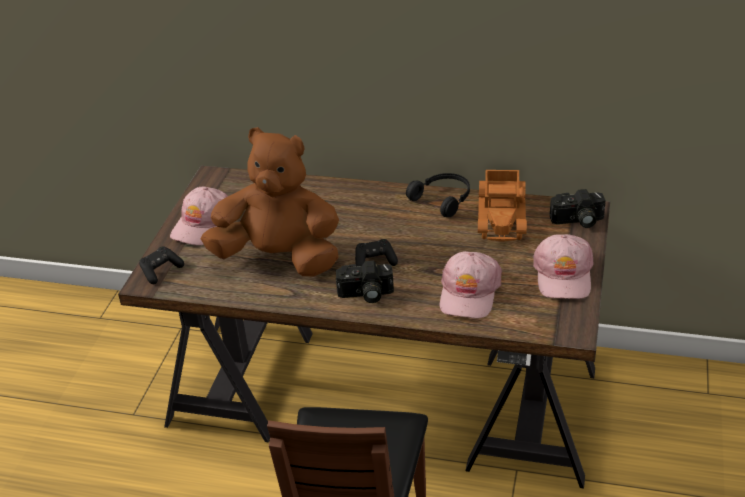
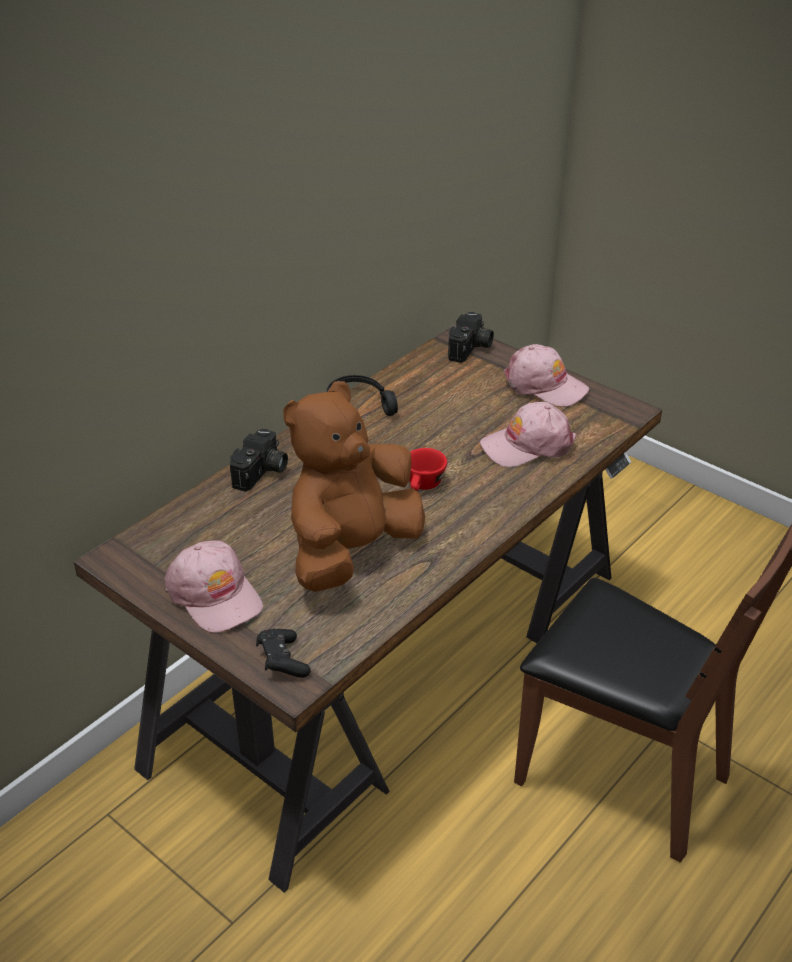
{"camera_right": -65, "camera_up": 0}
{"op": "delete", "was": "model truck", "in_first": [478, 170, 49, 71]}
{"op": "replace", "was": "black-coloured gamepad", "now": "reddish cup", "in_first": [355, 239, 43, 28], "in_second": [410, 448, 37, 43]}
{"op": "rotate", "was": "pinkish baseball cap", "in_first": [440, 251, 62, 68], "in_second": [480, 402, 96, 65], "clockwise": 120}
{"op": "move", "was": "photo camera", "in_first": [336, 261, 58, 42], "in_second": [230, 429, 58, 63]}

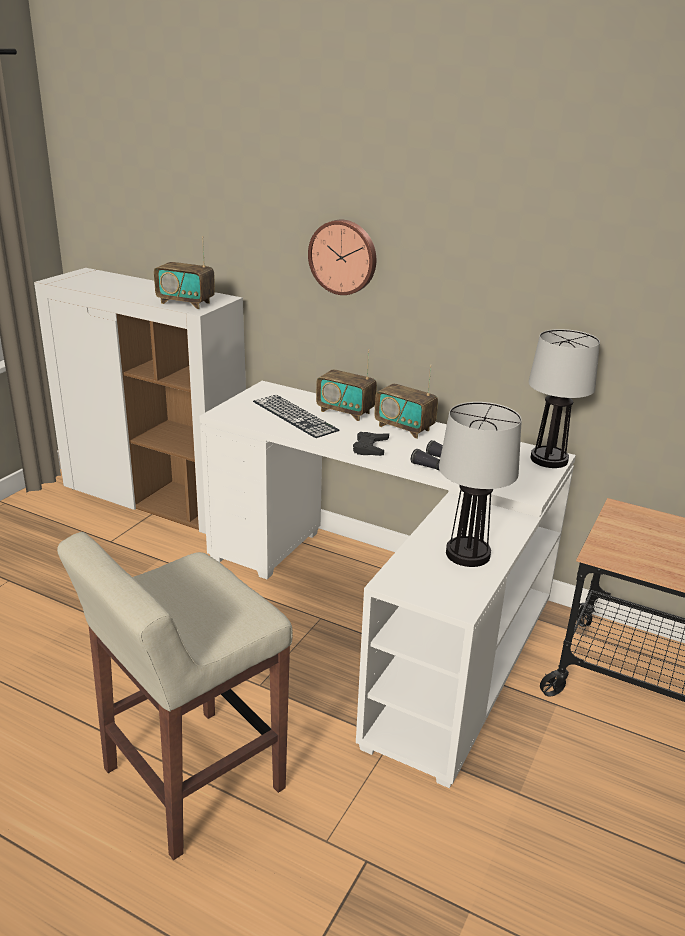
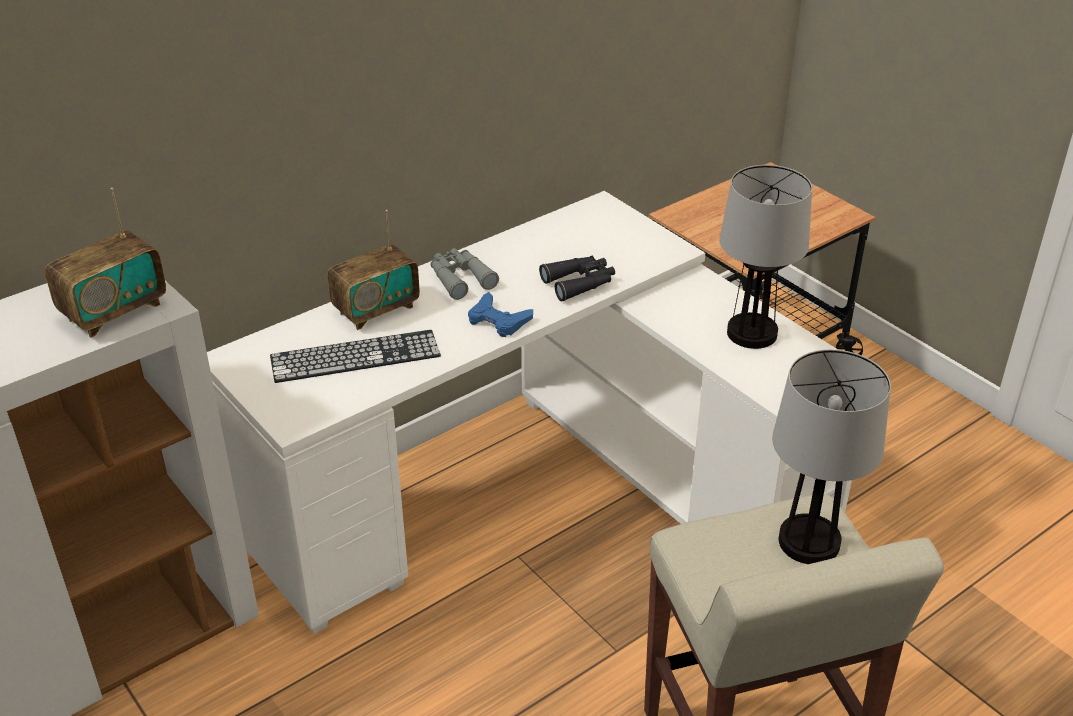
{"camera_right": -65, "camera_up": 10}
{"op": "delete", "was": "wall clock", "in_first": [308, 220, 68, 75]}
{"op": "move", "was": "lamp for a table", "in_first": [529, 329, 71, 139], "in_second": [772, 349, 119, 215]}
{"op": "replace", "was": "radio set", "now": "grey binoculars", "in_first": [374, 365, 64, 74], "in_second": [430, 248, 69, 52]}
{"op": "recolor", "was": "black-coloured gamepad", "now": "bluish gamepad", "in_first": [353, 432, 36, 24], "in_second": [468, 292, 65, 45]}

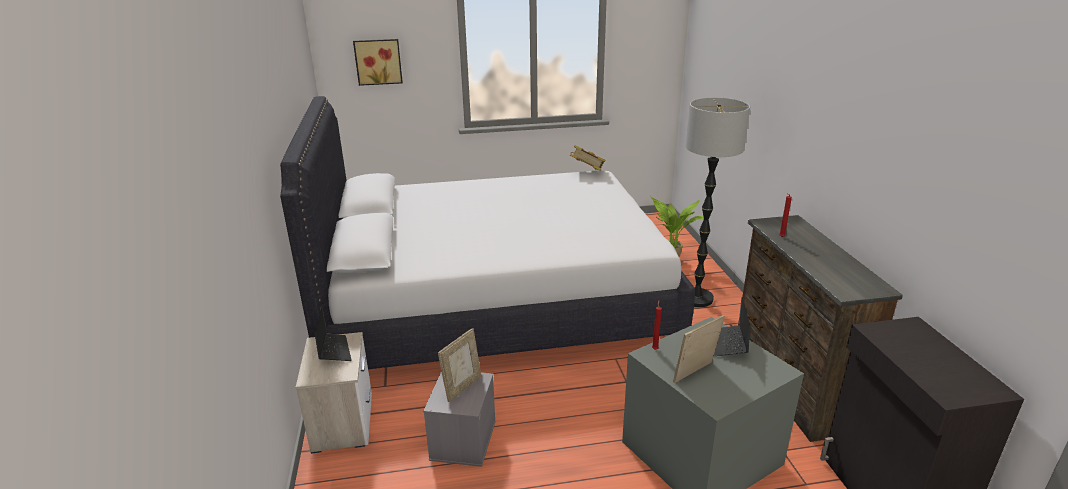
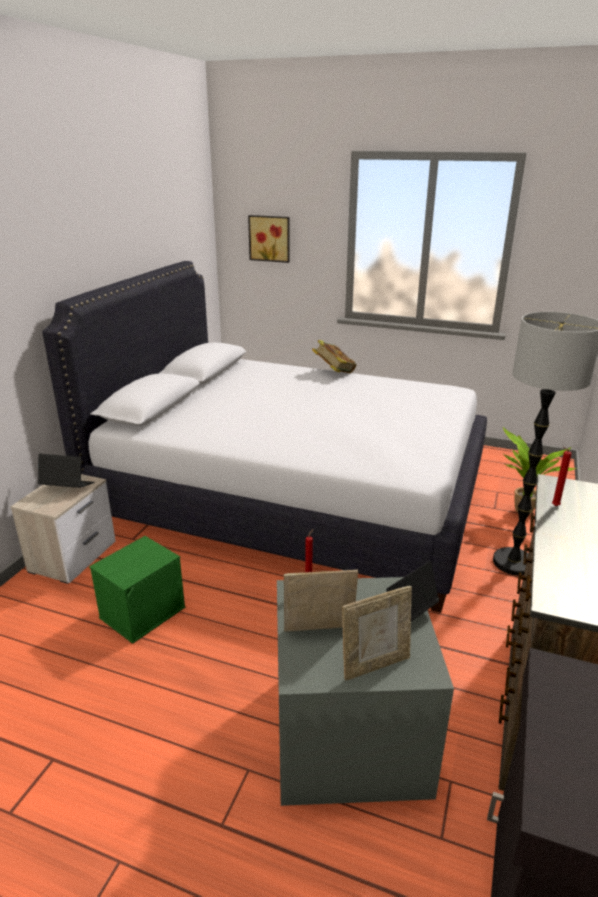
{"camera_right": 30, "camera_up": 0}
{"op": "move", "was": "book", "in_first": [570, 145, 36, 26], "in_second": [312, 340, 44, 33]}
{"op": "rotate", "was": "portable computer", "in_first": [315, 307, 37, 54], "in_second": [38, 454, 56, 34], "clockwise": -90}
{"op": "move", "was": "photo frame", "in_first": [438, 328, 43, 74], "in_second": [342, 586, 70, 95]}
{"op": "recolor", "was": "grey storage box", "now": "green storage box", "in_first": [423, 372, 73, 95], "in_second": [89, 536, 96, 108]}

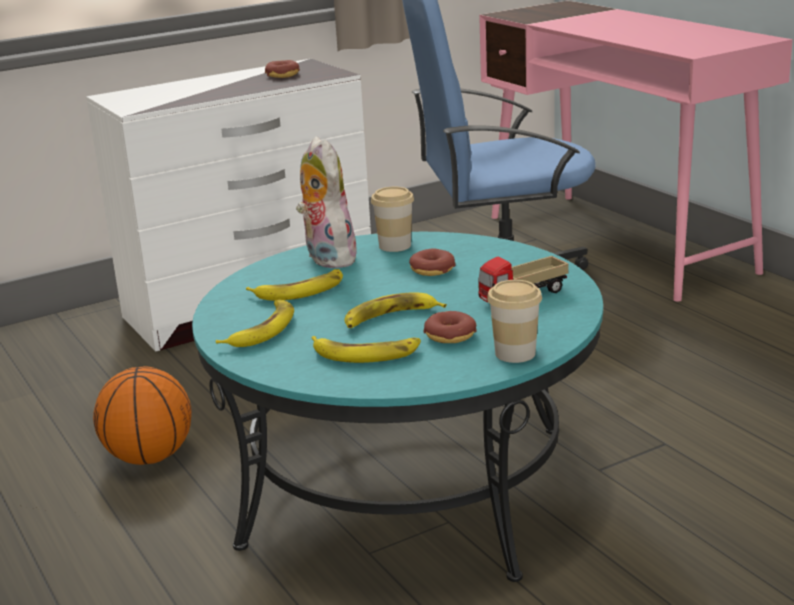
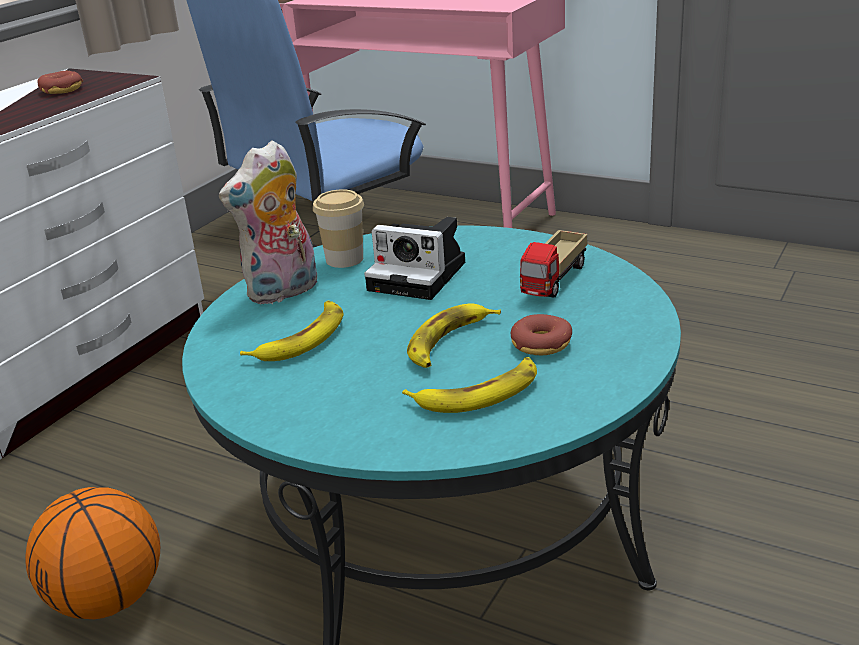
{"camera_right": -30, "camera_up": 5}
{"op": "rotate", "was": "plush toy", "in_first": [296, 136, 62, 132], "in_second": [219, 140, 98, 165], "clockwise": -75}
{"op": "replace", "was": "doughnut", "now": "photo camera", "in_first": [409, 248, 47, 28], "in_second": [364, 217, 101, 83]}
{"op": "delete", "was": "cup", "in_first": [487, 280, 55, 83]}
{"op": "delete", "was": "banana", "in_first": [216, 299, 78, 48]}

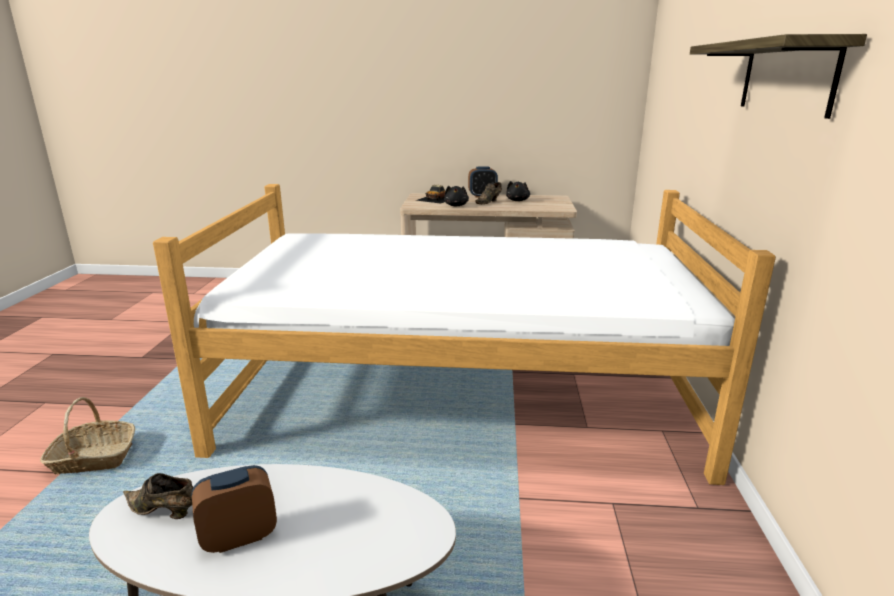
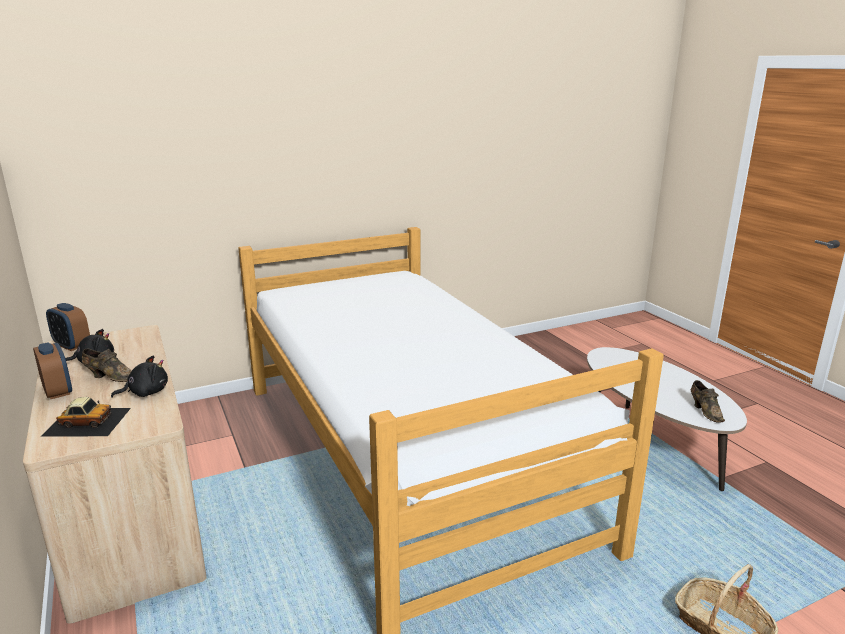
{"camera_right": -120, "camera_up": 0}
{"op": "delete", "was": "wall shelf", "in_first": [690, 34, 177, 85]}
{"op": "move", "was": "bedside clock", "in_first": [192, 465, 85, 88], "in_second": [46, 303, 44, 48]}

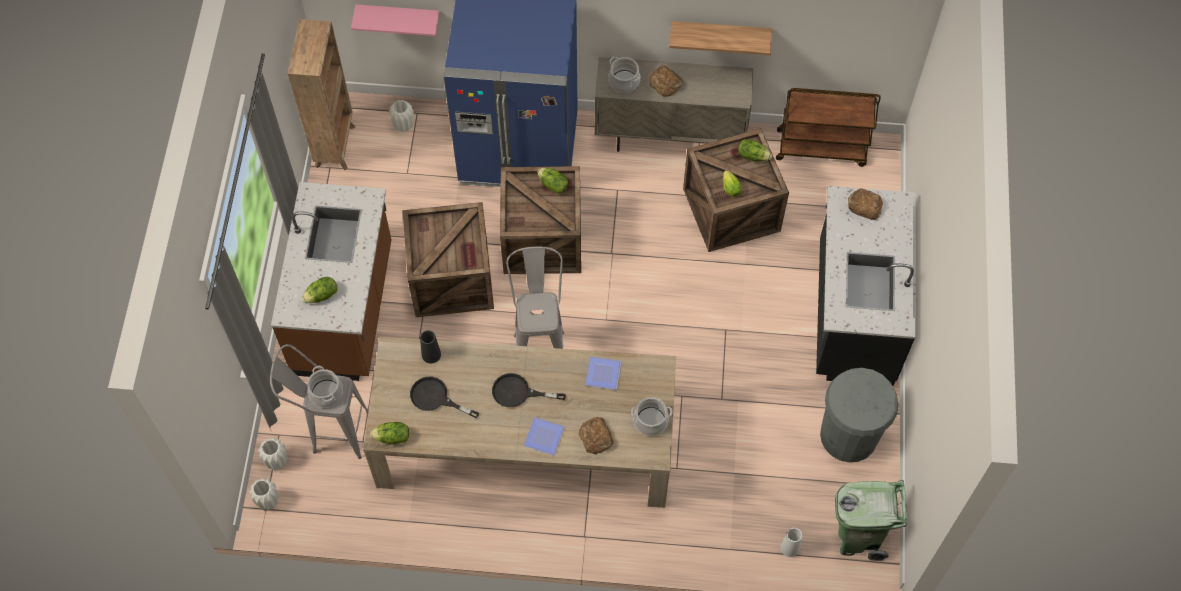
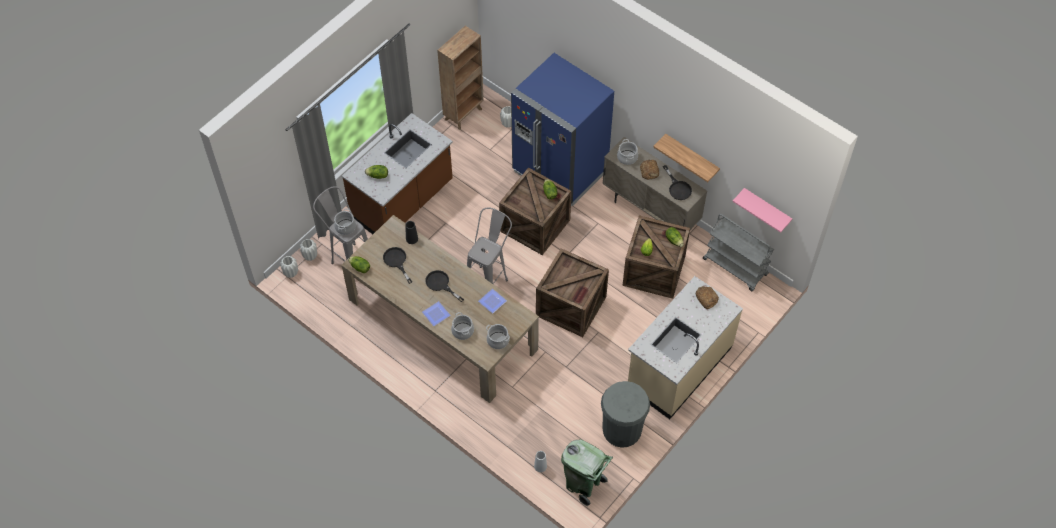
{"camera_right": 35, "camera_up": -5}
{"op": "move", "was": "pinkish wall shelf", "in_first": [351, 4, 89, 32], "in_second": [732, 188, 60, 45]}
{"op": "recolor", "was": "brown trolley", "now": "grey trolley", "in_first": [776, 88, 104, 79], "in_second": [703, 214, 71, 77]}
{"op": "recolor", "was": "black-coloured counter", "now": "sand-coloured counter", "in_first": [816, 186, 100, 200], "in_second": [628, 276, 115, 143]}
{"op": "move", "was": "packing crate", "in_first": [402, 202, 92, 115], "in_second": [536, 248, 73, 89]}
{"op": "replace", "was": "bakery bread", "now": "stockpot", "in_first": [579, 417, 35, 37], "in_second": [451, 312, 23, 28]}
{"op": "insert", "now": "black-coloured pan", "in_second": [663, 165, 29, 35]}

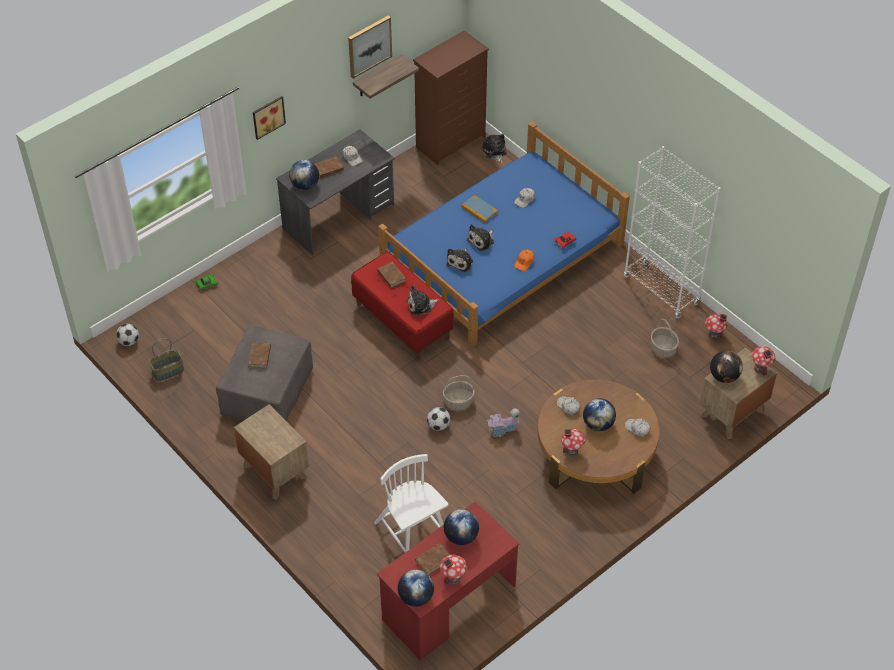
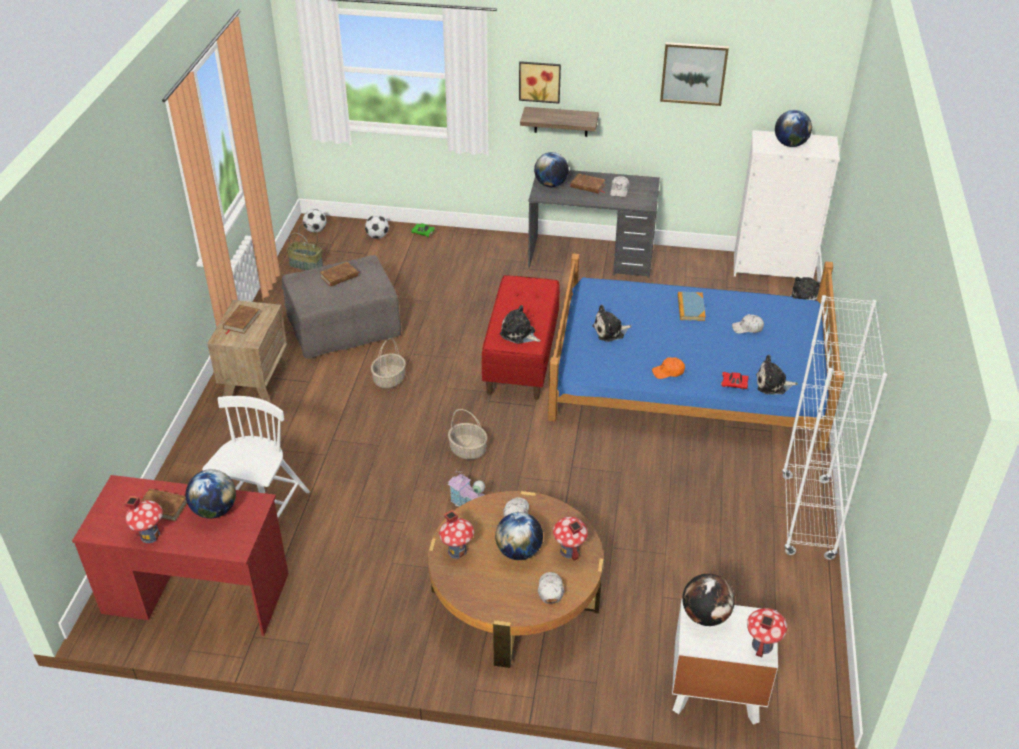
{"camera_right": 50, "camera_up": -10}
{"op": "recolor", "was": "brown drawer chest", "now": "white drawer chest", "in_first": [413, 30, 76, 135], "in_second": [734, 130, 106, 148]}
{"op": "move", "was": "wall shelf", "in_first": [353, 55, 66, 44], "in_second": [520, 107, 79, 30]}
{"op": "move", "was": "plush toy", "in_first": [467, 224, 27, 27], "in_second": [756, 355, 42, 39]}
{"op": "move", "was": "brown book", "in_first": [377, 261, 29, 29], "in_second": [223, 305, 37, 29]}
{"op": "move", "was": "miniature house", "in_first": [705, 314, 22, 26], "in_second": [553, 517, 35, 44]}
{"op": "move", "was": "storage basket", "in_first": [651, 319, 28, 38], "in_second": [371, 338, 35, 50]}
{"op": "recolor", "was": "brown night table", "now": "white night table", "in_first": [700, 348, 77, 91], "in_second": [672, 599, 106, 126]}
{"op": "move", "was": "ball for football", "in_first": [427, 407, 23, 24], "in_second": [365, 215, 24, 24]}
{"op": "move", "was": "desk globe", "in_first": [398, 569, 36, 38], "in_second": [775, 110, 37, 37]}

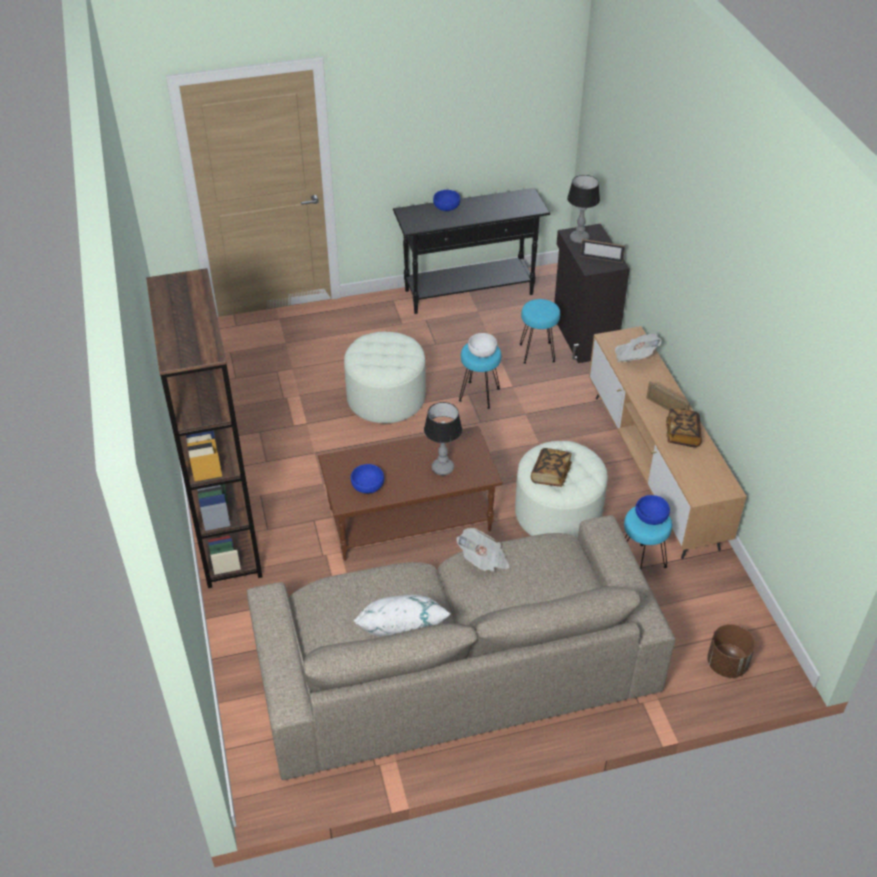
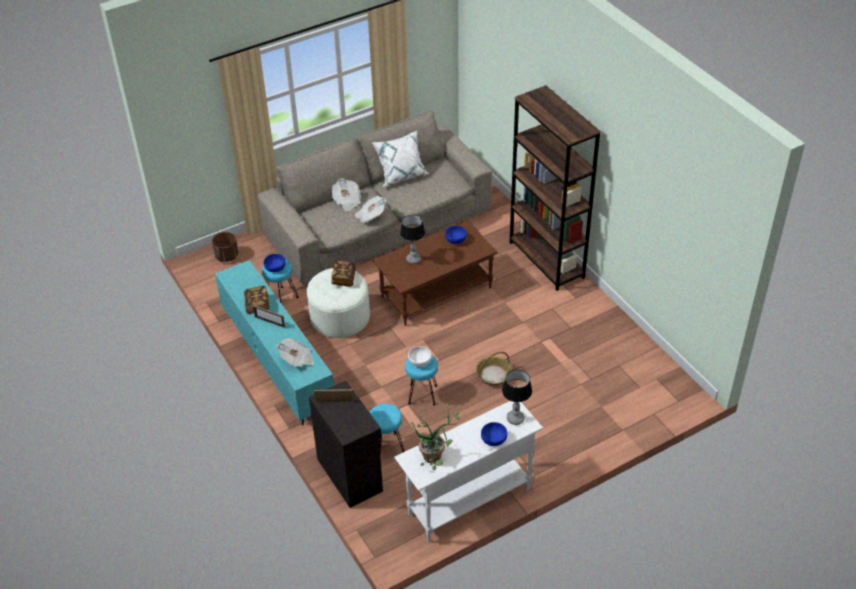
{"camera_right": 165, "camera_up": 0}
{"op": "move", "was": "lamp for a table", "in_first": [567, 175, 33, 69], "in_second": [502, 370, 30, 55]}
{"op": "recolor", "was": "black-coloured narrow table", "now": "white narrow table", "in_first": [393, 188, 157, 126], "in_second": [394, 401, 149, 142]}
{"op": "recolor", "was": "brown media console", "now": "turquoise-coloured media console", "in_first": [589, 326, 158, 233], "in_second": [215, 260, 119, 166]}
{"op": "replace", "was": "white ottoman", "now": "storage basket", "in_first": [344, 332, 82, 91], "in_second": [476, 352, 36, 34]}
{"op": "insert", "now": "newspaper", "in_second": [332, 178, 29, 33]}
{"op": "insert", "now": "potted plant", "in_second": [411, 403, 49, 67]}

